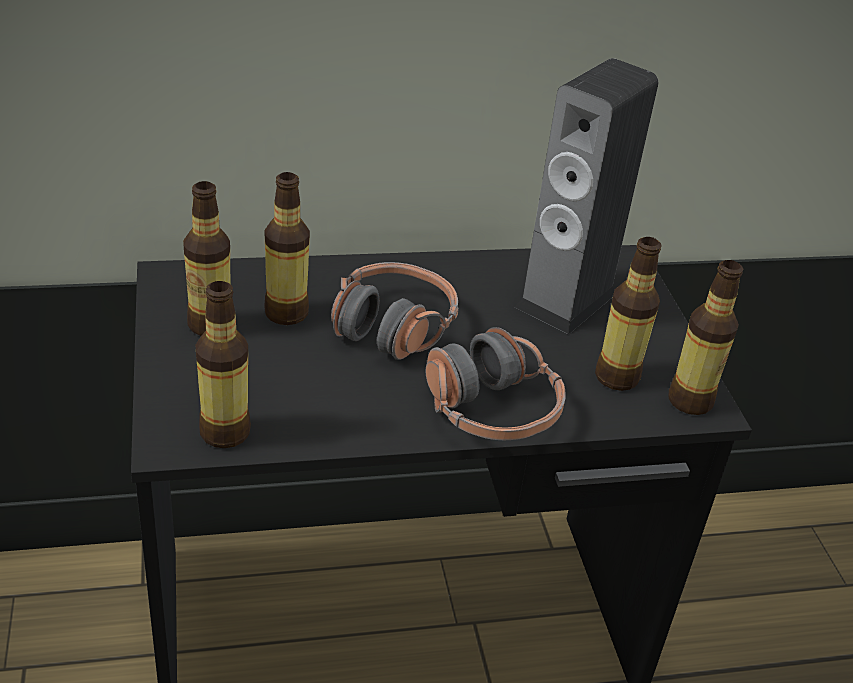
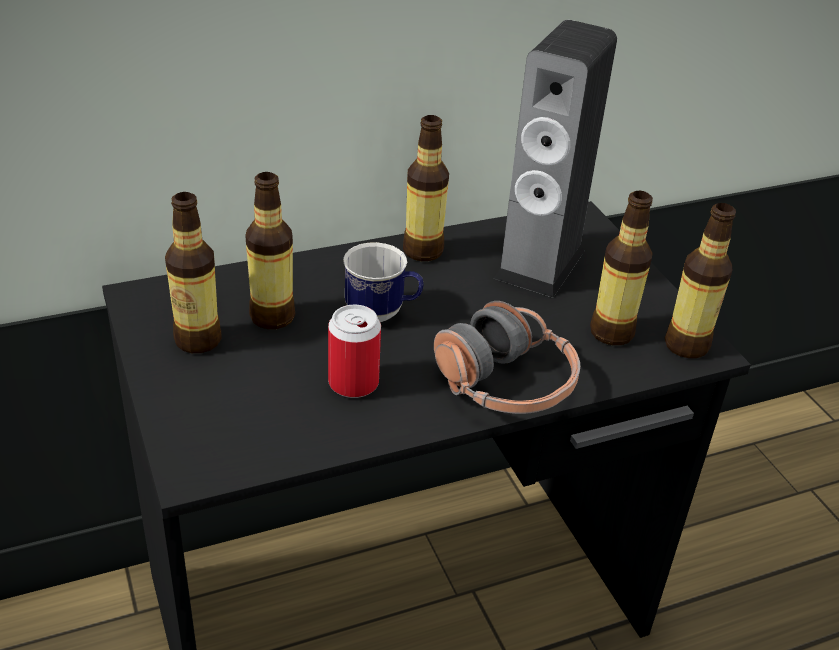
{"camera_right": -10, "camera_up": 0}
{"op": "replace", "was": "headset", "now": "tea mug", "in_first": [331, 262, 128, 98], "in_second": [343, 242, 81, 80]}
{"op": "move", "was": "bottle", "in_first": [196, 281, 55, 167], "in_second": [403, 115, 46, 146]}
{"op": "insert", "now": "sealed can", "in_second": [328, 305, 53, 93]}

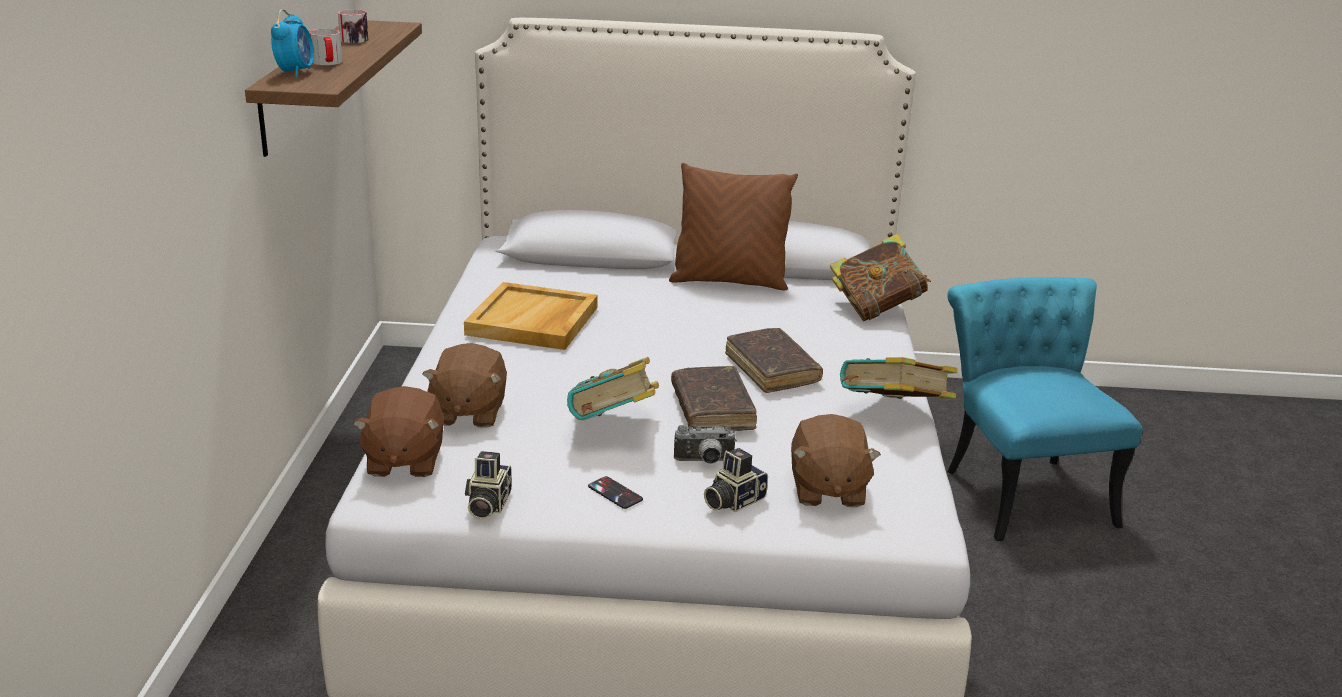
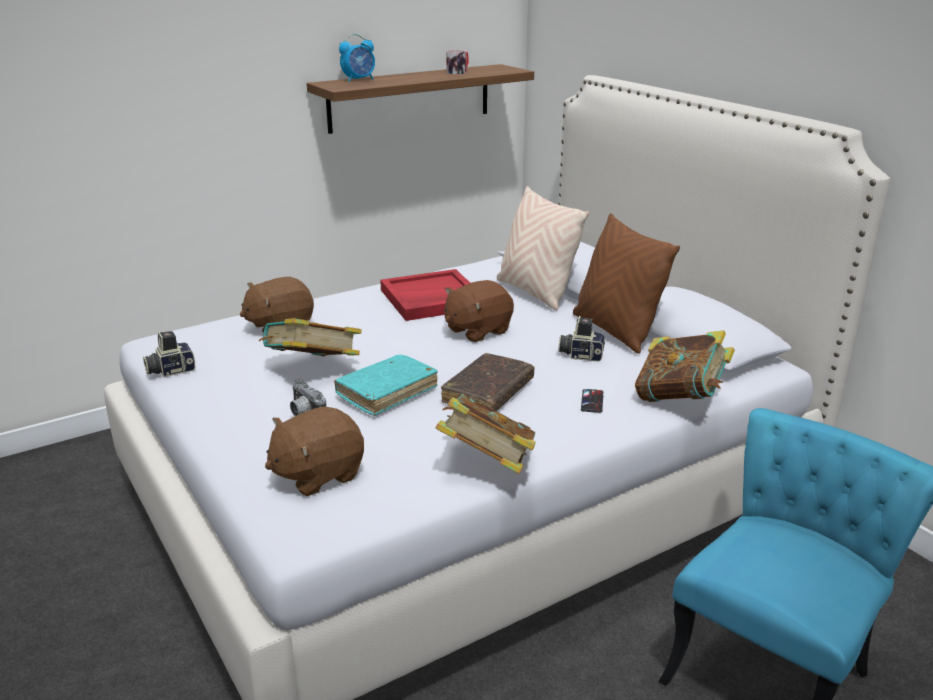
{"camera_right": 55, "camera_up": 0}
{"op": "delete", "was": "tea mug", "in_first": [309, 29, 33, 36]}
{"op": "recolor", "was": "sand-coloured serving tray", "now": "reddish serving tray", "in_first": [464, 282, 134, 68], "in_second": [380, 269, 90, 52]}
{"op": "recolor", "was": "brown book", "now": "turquoise-coloured book", "in_first": [671, 366, 86, 65], "in_second": [334, 355, 104, 61]}
{"op": "move", "was": "brown plush toy", "in_first": [353, 386, 91, 91], "in_second": [445, 280, 69, 62]}
{"op": "move", "was": "photo camera", "in_first": [704, 448, 64, 64], "in_second": [559, 316, 46, 46]}
{"op": "move", "was": "handset", "in_first": [588, 476, 55, 33], "in_second": [581, 389, 22, 24]}
{"op": "insert", "now": "sand-coloured pillow", "in_second": [497, 186, 92, 124]}

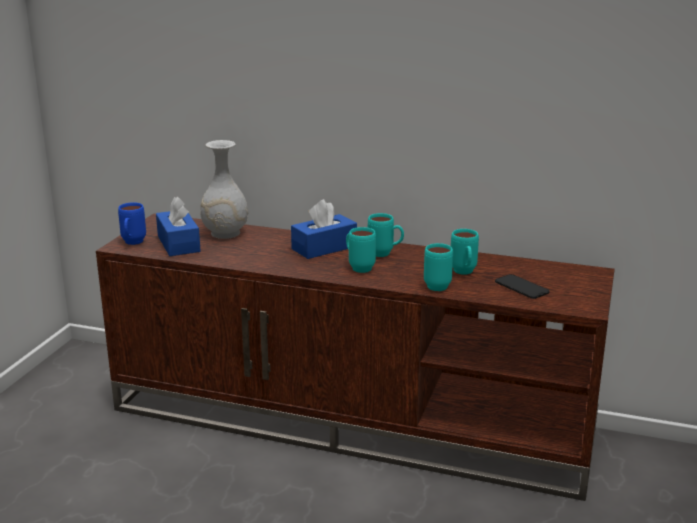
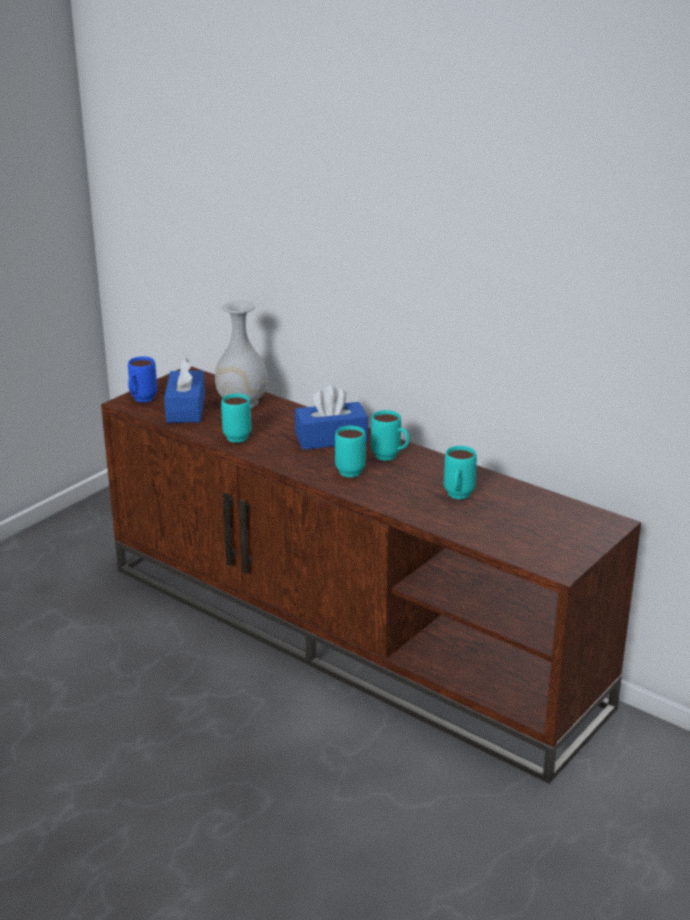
{"camera_right": 20, "camera_up": 5}
{"op": "move", "was": "turquoise-coloured tea mug", "in_first": [424, 243, 29, 48], "in_second": [221, 394, 30, 49]}
{"op": "delete", "was": "handset", "in_first": [495, 274, 55, 25]}

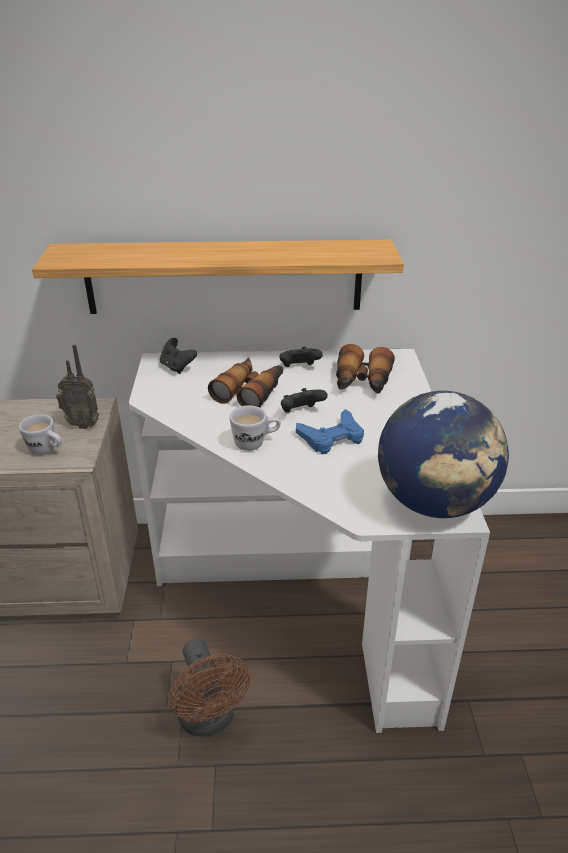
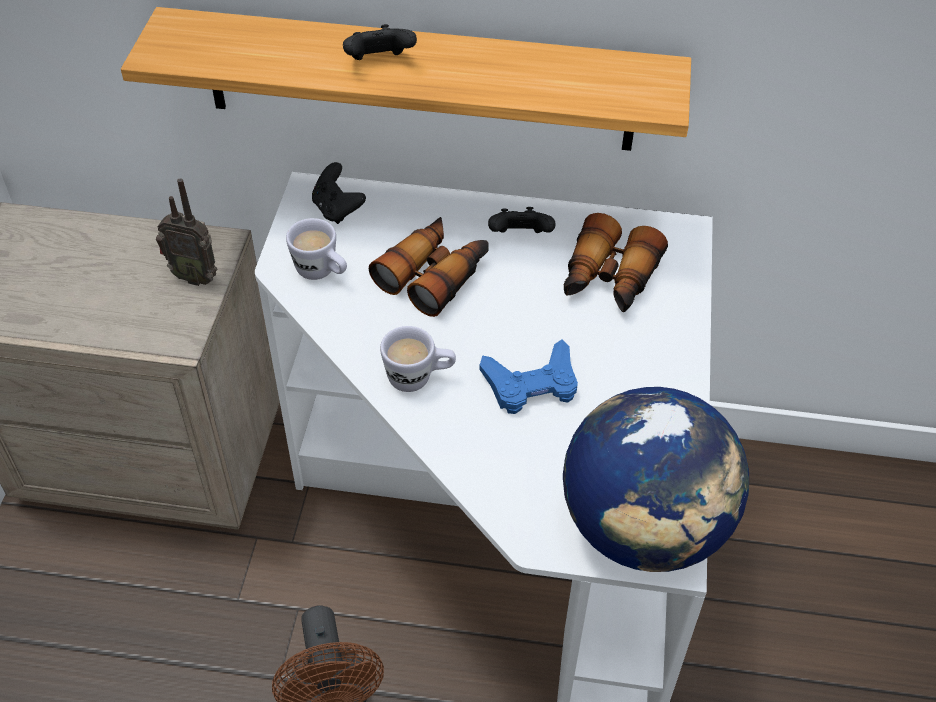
{"camera_right": 10, "camera_up": 15}
{"op": "move", "was": "black-coloured gamepad", "in_first": [281, 388, 47, 25], "in_second": [343, 24, 74, 36]}
{"op": "move", "was": "white tea mug", "in_first": [19, 414, 43, 41], "in_second": [286, 218, 61, 62]}

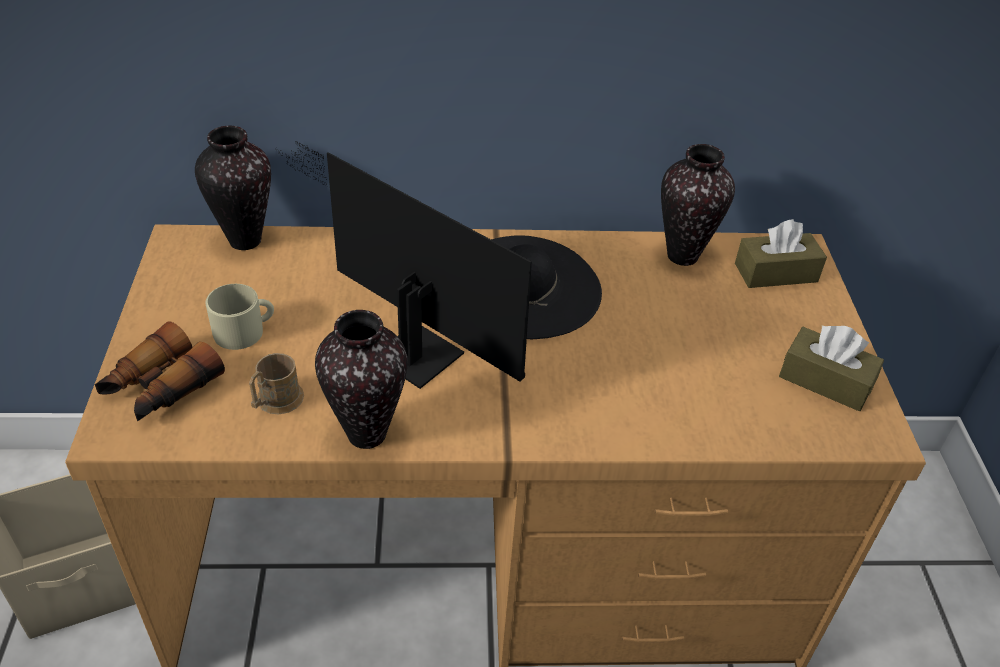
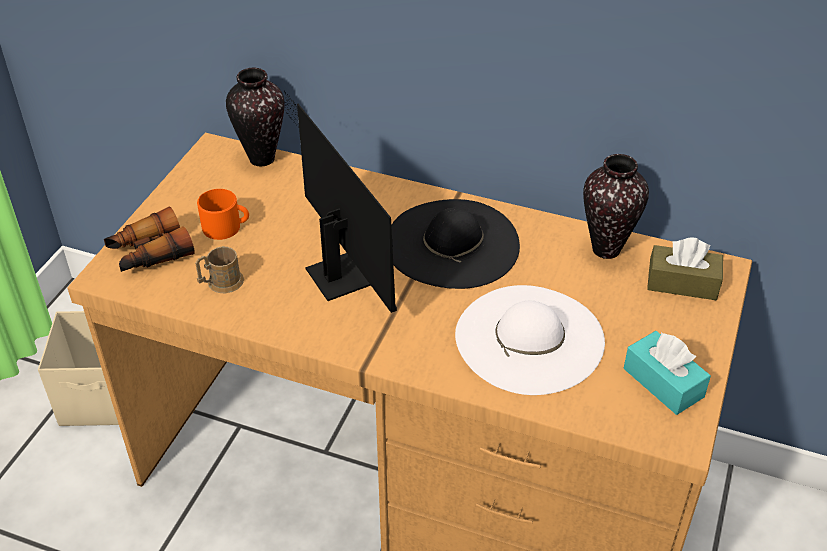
{"camera_right": 25, "camera_up": 0}
{"op": "recolor", "was": "sand-coloured tea mug", "now": "orange tea mug", "in_first": [206, 284, 68, 66], "in_second": [197, 189, 52, 51]}
{"op": "delete", "was": "flower vase", "in_first": [315, 310, 92, 139]}
{"op": "recolor", "was": "brown tissue holder", "now": "turquoise-coloured tissue holder", "in_first": [779, 325, 105, 86], "in_second": [624, 331, 87, 84]}
{"op": "insert", "now": "white hat", "in_second": [455, 285, 150, 110]}

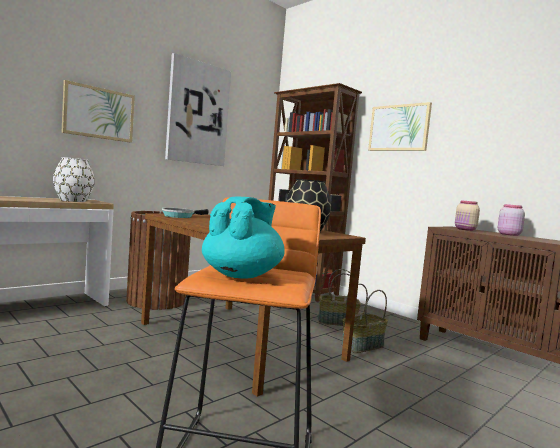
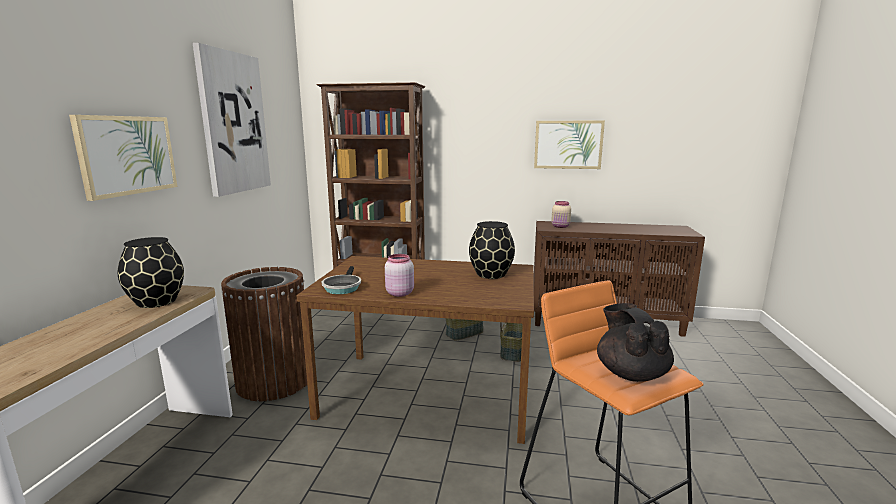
{"camera_right": -35, "camera_up": 10}
{"op": "move", "was": "wall picture", "in_first": [368, 102, 64, 49], "in_second": [534, 121, 71, 48]}
{"op": "recolor", "was": "white flower vase", "now": "black-coloured flower vase", "in_first": [53, 157, 42, 45], "in_second": [118, 237, 66, 71]}
{"op": "recolor", "was": "turquoise-coloured teapot", "now": "black-coloured teapot", "in_first": [202, 197, 83, 82], "in_second": [597, 303, 77, 79]}
{"op": "move", "was": "pinkish jar", "in_first": [498, 204, 27, 32], "in_second": [385, 254, 29, 43]}

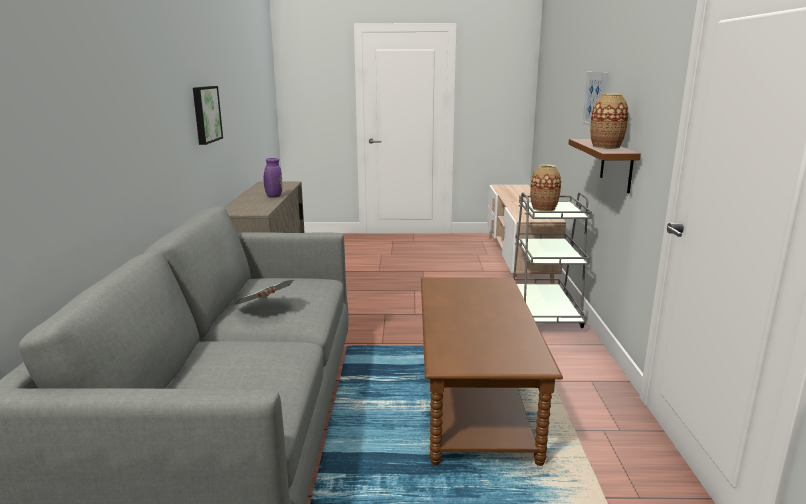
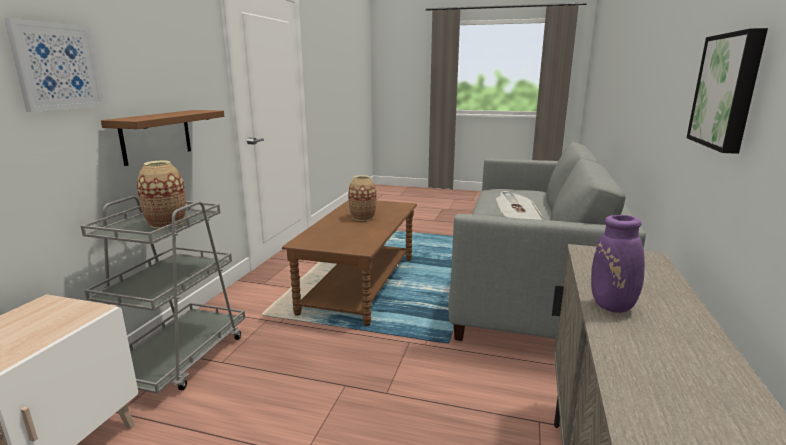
{"camera_right": -165, "camera_up": 0}
{"op": "move", "was": "flower vase", "in_first": [590, 94, 38, 55], "in_second": [348, 175, 29, 46]}

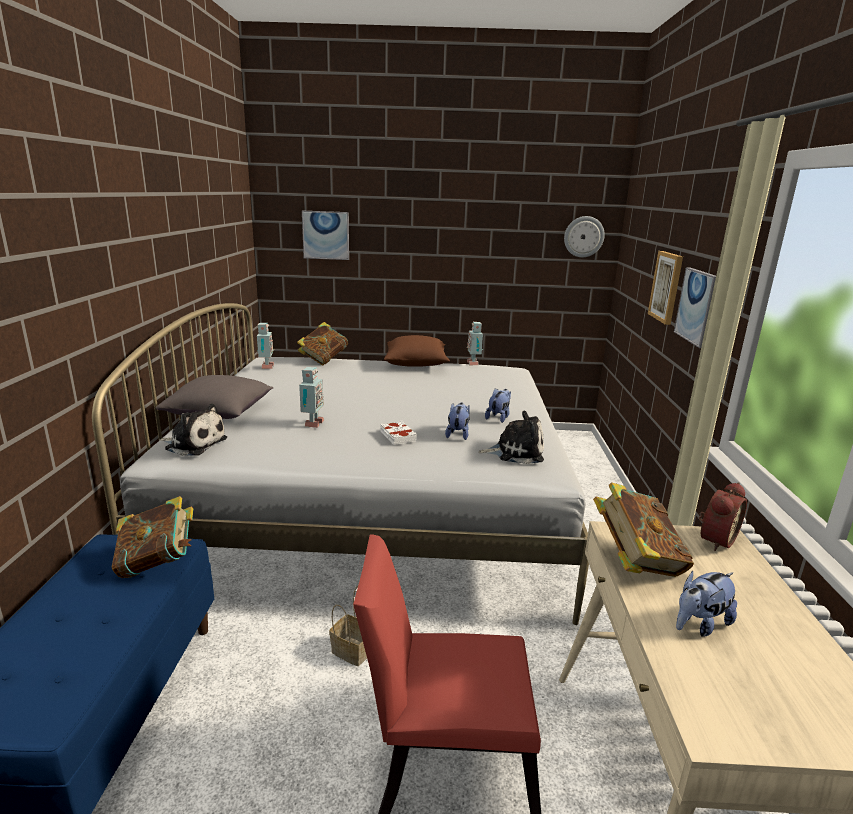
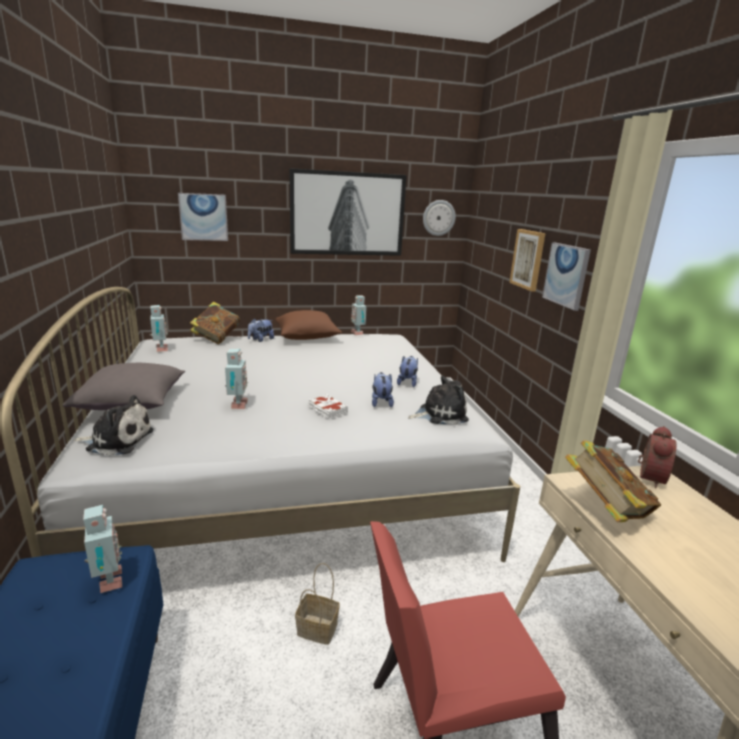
{"camera_right": -15, "camera_up": 0}
{"op": "replace", "was": "book", "now": "toy robot", "in_first": [112, 496, 81, 82], "in_second": [83, 505, 39, 88]}
{"op": "move", "was": "plush toy", "in_first": [676, 571, 61, 66], "in_second": [248, 318, 26, 24]}
{"op": "insert", "now": "wall picture", "in_second": [290, 168, 117, 88]}

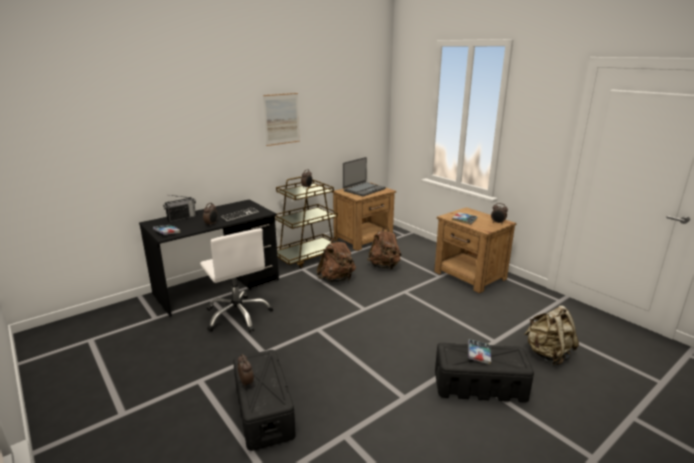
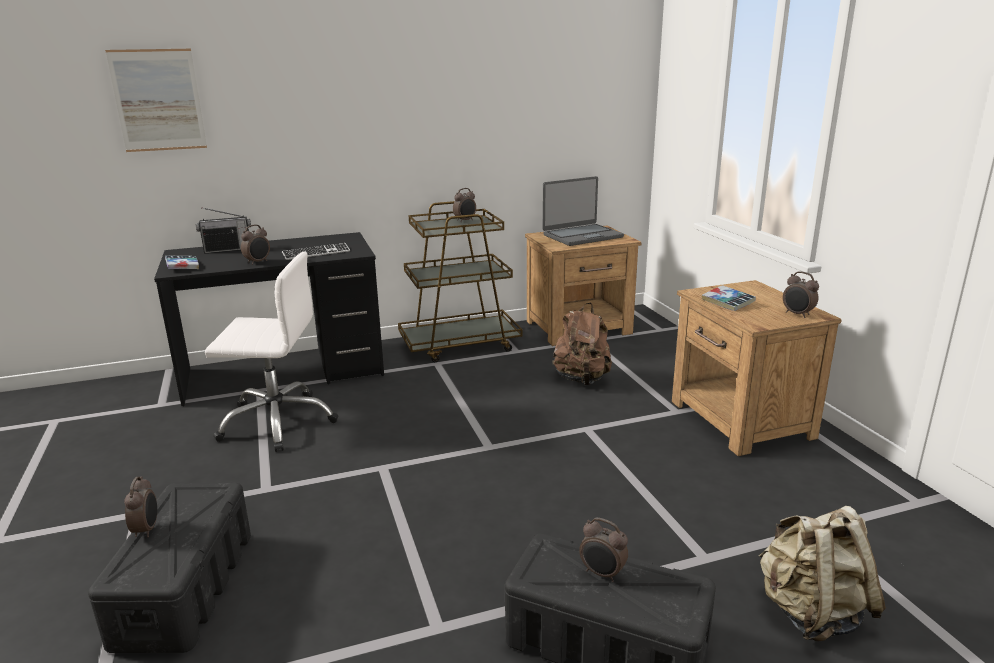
{"camera_right": 20, "camera_up": 0}
{"op": "move", "was": "wall picture", "in_first": [263, 93, 37, 53], "in_second": [105, 49, 102, 103]}
{"op": "rotate", "was": "white desk chair", "in_first": [200, 228, 73, 104], "in_second": [205, 252, 133, 200], "clockwise": -75}
{"op": "delete", "was": "brown backpack", "in_first": [317, 237, 39, 45]}
{"op": "replace", "was": "book", "now": "bedside clock", "in_first": [468, 339, 23, 25], "in_second": [579, 518, 49, 64]}

